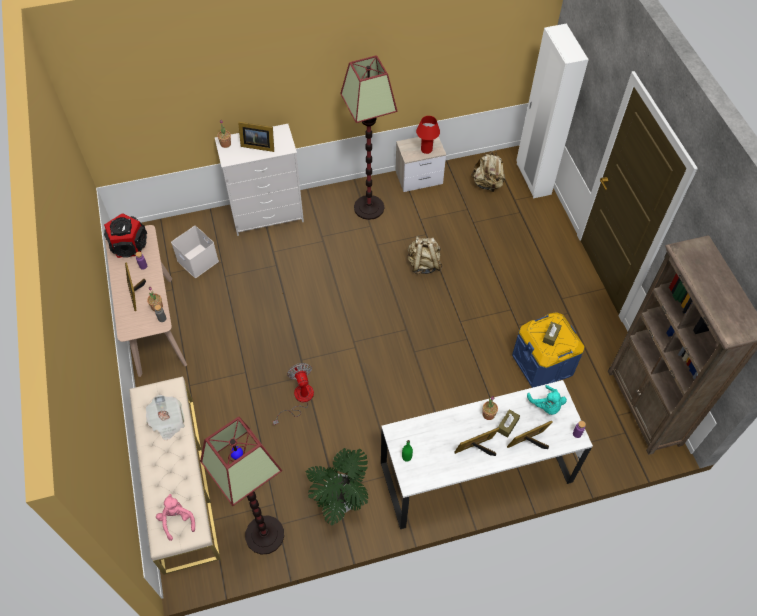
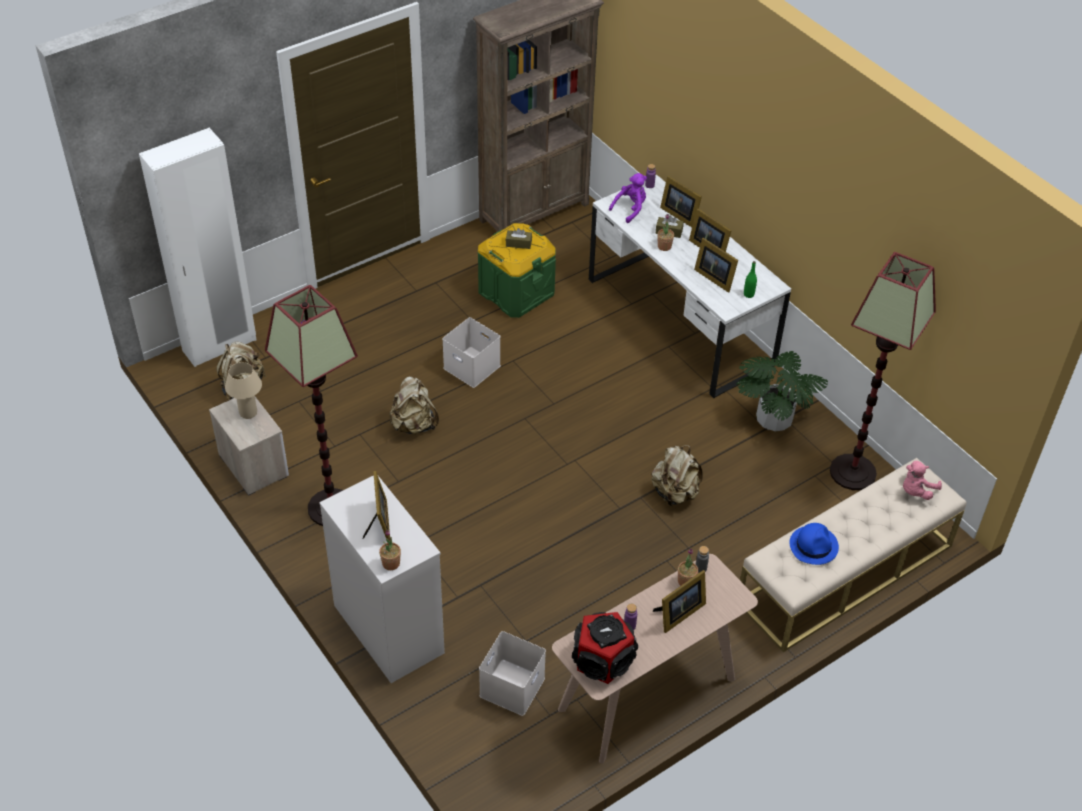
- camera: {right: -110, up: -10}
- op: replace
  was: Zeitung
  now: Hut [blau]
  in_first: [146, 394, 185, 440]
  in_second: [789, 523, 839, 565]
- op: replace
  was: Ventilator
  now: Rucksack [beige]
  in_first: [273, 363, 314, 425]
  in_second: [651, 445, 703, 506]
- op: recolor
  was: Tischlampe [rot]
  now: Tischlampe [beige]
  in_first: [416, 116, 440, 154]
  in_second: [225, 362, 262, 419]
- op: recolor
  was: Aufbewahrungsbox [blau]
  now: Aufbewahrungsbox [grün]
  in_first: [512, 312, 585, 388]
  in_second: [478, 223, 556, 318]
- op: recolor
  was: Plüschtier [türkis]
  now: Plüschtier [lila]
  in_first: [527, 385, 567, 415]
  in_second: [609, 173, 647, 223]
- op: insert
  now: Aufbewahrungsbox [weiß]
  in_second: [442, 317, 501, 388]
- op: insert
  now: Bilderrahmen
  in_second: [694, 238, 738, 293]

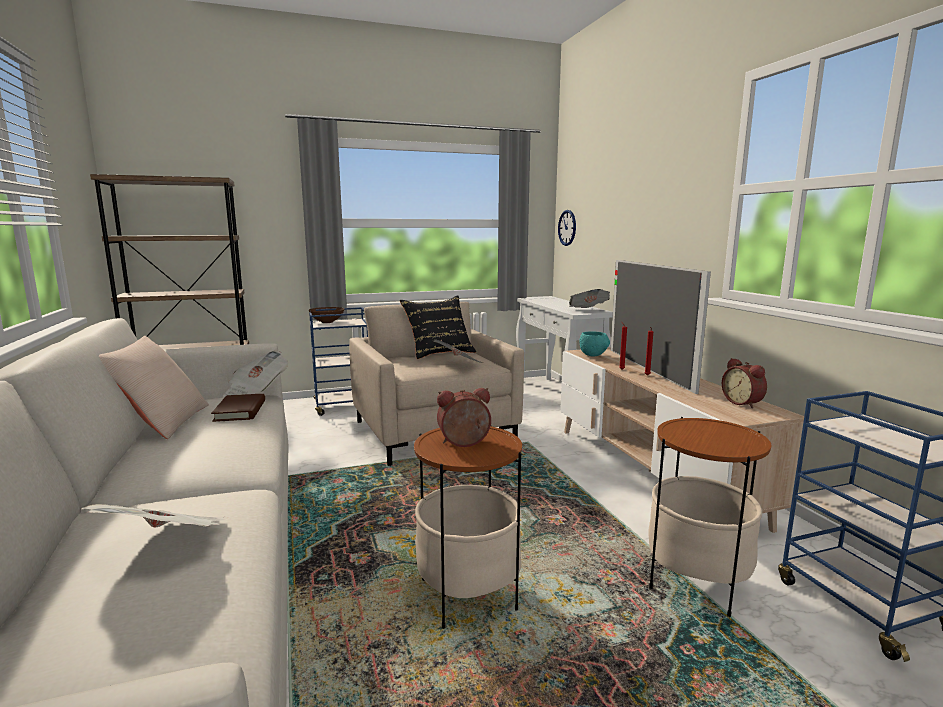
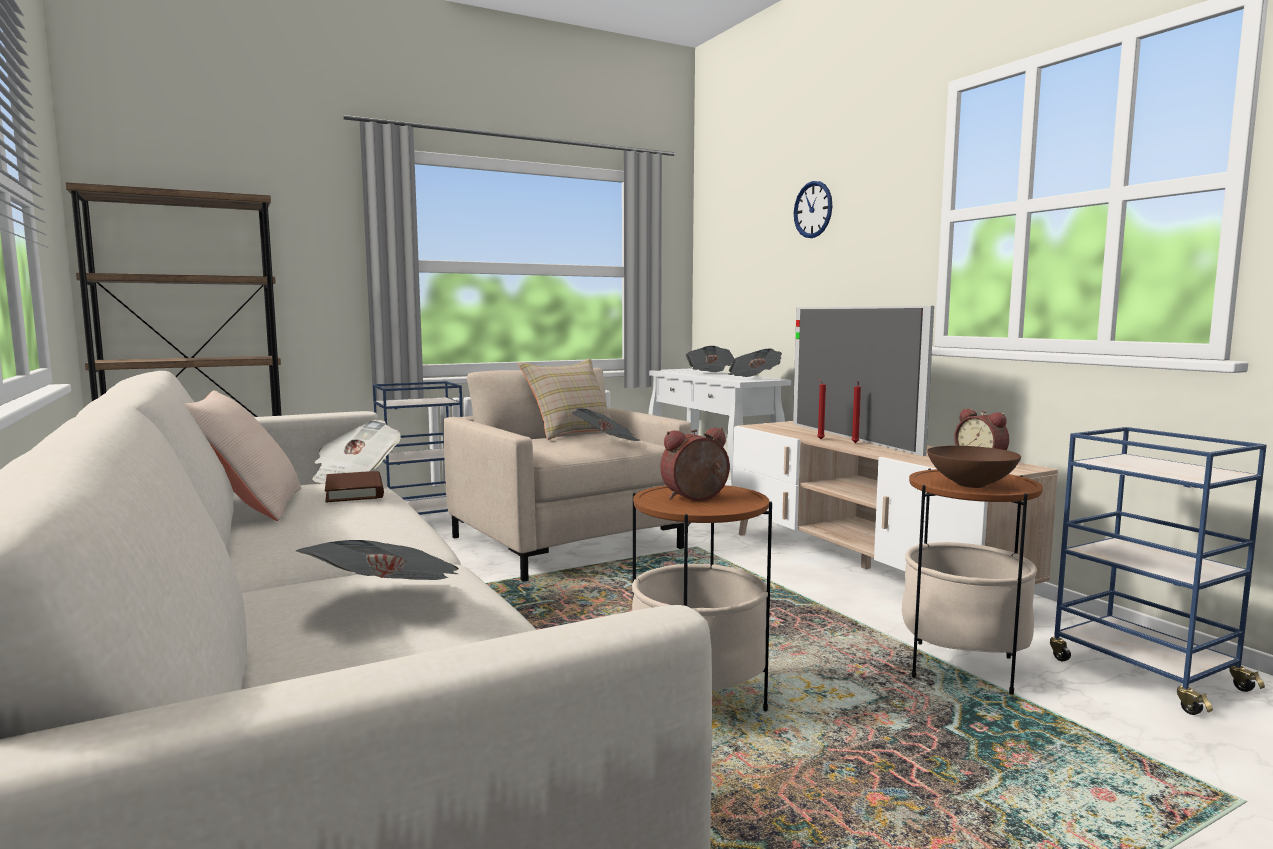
- camera: {right: -10, up: -5}
- op: move
  was: Schüssel [braun]
  in_first: [309, 307, 344, 323]
  in_second: [927, 446, 1021, 488]
- op: recolor
  was: Kissen [schwarz]
  now: Kissen [beige]
  in_first: [400, 295, 476, 359]
  in_second: [518, 358, 612, 440]
- op: move
  was: Wanduhr
  in_first: [558, 210, 576, 246]
  in_second: [794, 181, 833, 238]
- op: delete
  was: Schüssel [türkis]
  in_first: [580, 331, 610, 357]
- op: insert
  now: Zeitung
  in_second: [685, 346, 734, 372]

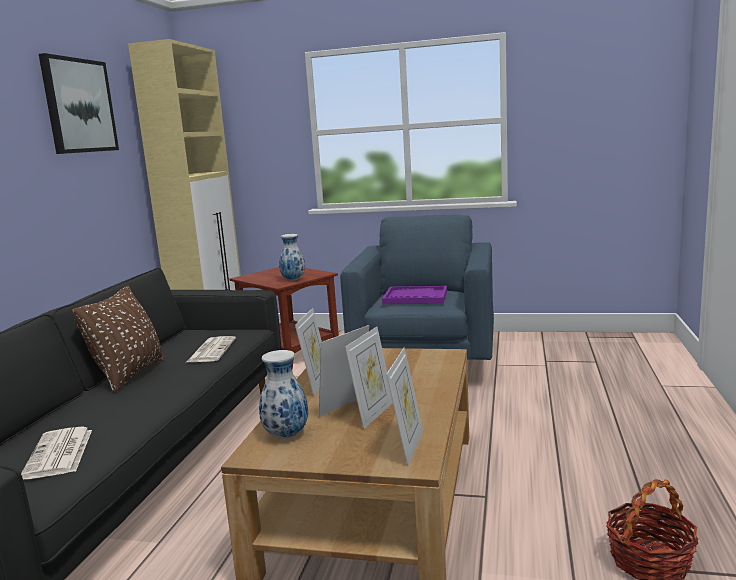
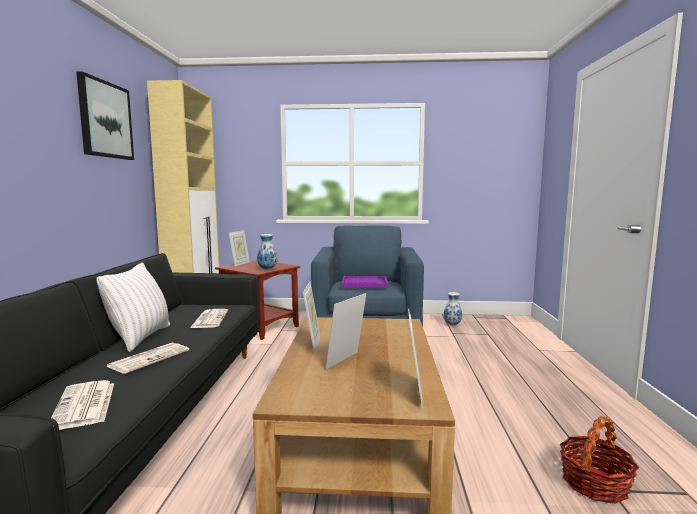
- camera: {right: -10, up: -5}
- op: recolor
  was: Kissen [braun]
  now: Kissen [weiß]
  in_first: [72, 286, 165, 393]
  in_second: [96, 263, 170, 352]
- op: move
  was: Vase
  in_first: [259, 350, 308, 439]
  in_second: [444, 292, 462, 326]
- op: move
  was: Bilderrahmen
  in_first: [345, 327, 393, 429]
  in_second: [229, 230, 250, 266]
- op: insert
  now: Zeitung
  in_second: [106, 343, 189, 374]

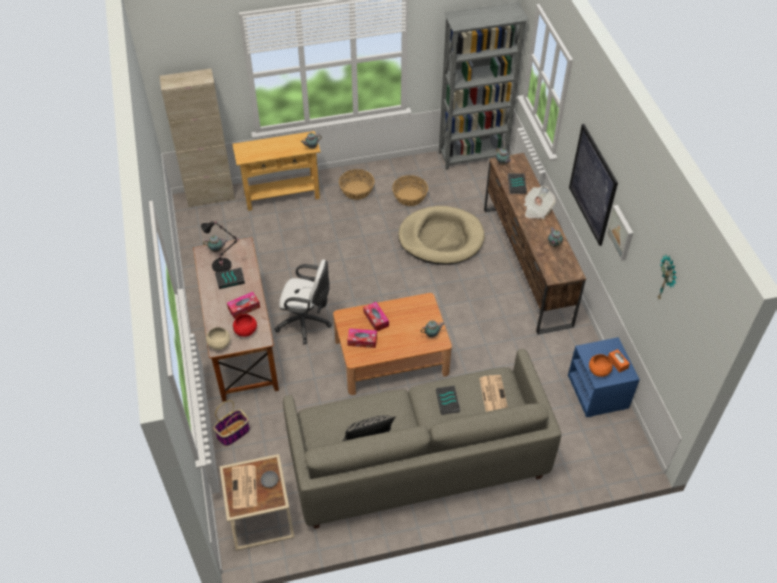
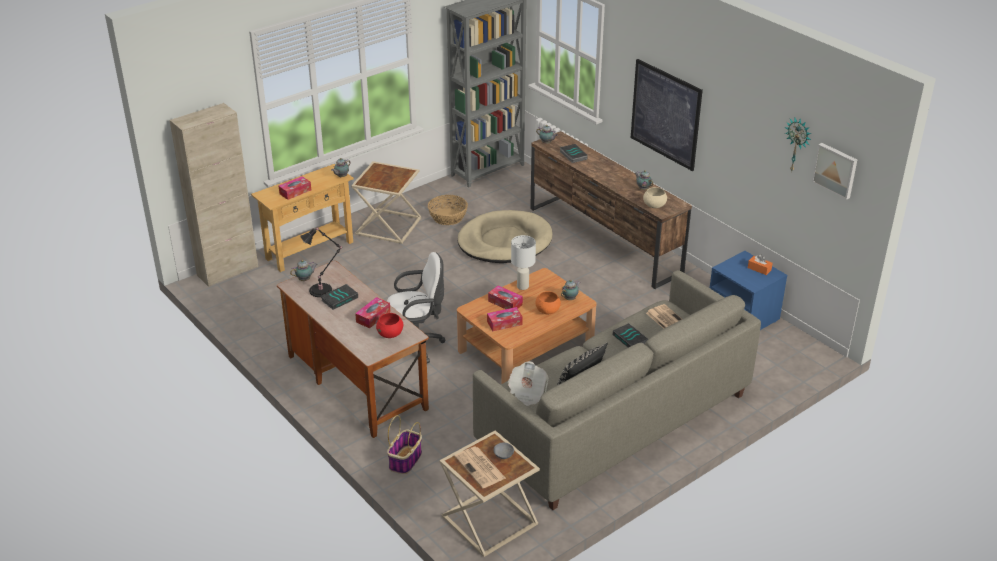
- camera: {right: -25, up: -15}
- op: move
  was: Schüssel [beige]
  in_first: [206, 327, 230, 350]
  in_second: [643, 187, 667, 208]
- op: replace
  was: Korb
  now: Beistelltisch [beige]
  in_first: [339, 169, 374, 200]
  in_second: [351, 161, 422, 244]
- op: move
  was: Zeitung
  in_first: [524, 186, 556, 219]
  in_second: [508, 362, 549, 406]
- op: move
  was: Schüssel [orange]
  in_first: [589, 354, 613, 377]
  in_second: [535, 291, 561, 314]
- op: move
  was: Bild
  in_first: [606, 205, 633, 261]
  in_second: [812, 143, 857, 200]
- op: insert
  now: Taschentuchbox
  in_second: [279, 176, 311, 200]
- op: insert
  now: Tischlampe [weiß]
  in_second: [511, 235, 536, 290]

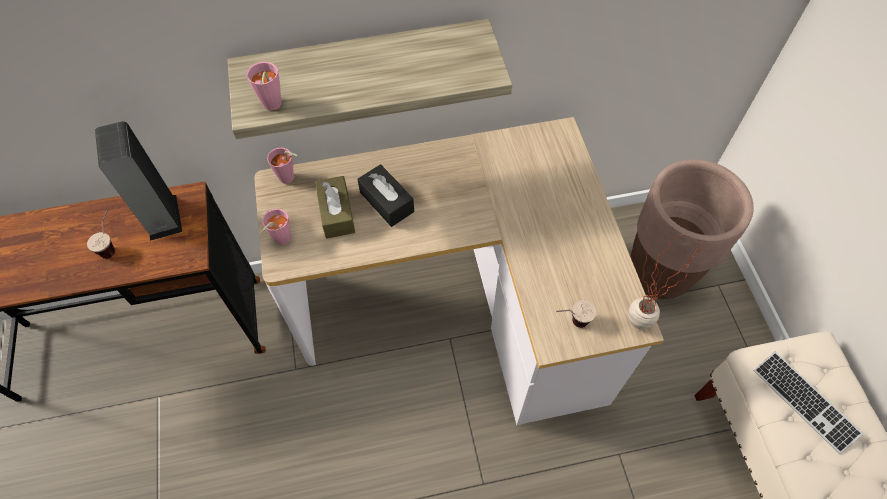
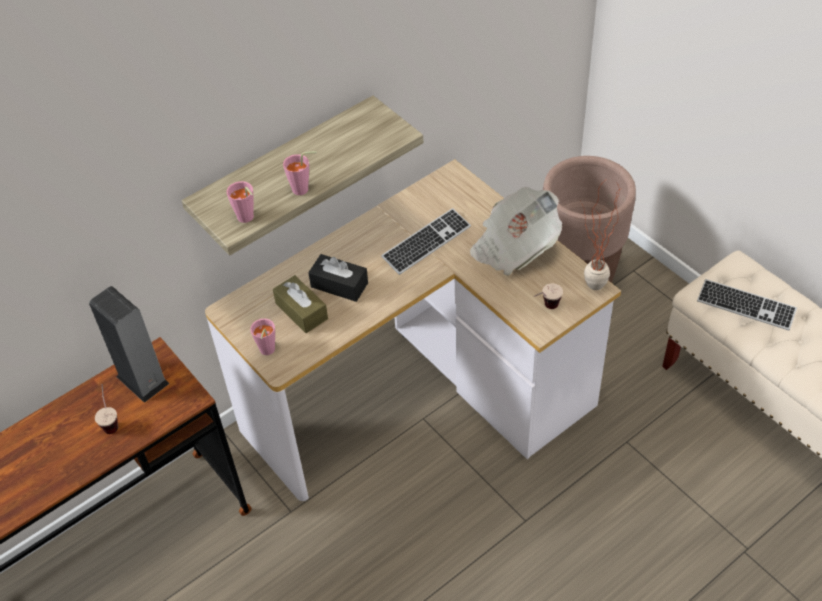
- camera: {right: -25, up: -10}
- op: move
  was: Tasse [rosa]
  in_first: [267, 147, 297, 184]
  in_second: [283, 151, 317, 195]
- op: insert
  now: Tastatur
  in_second: [381, 208, 471, 275]
- op: insert
  now: Zeitung
  in_second: [470, 186, 562, 276]

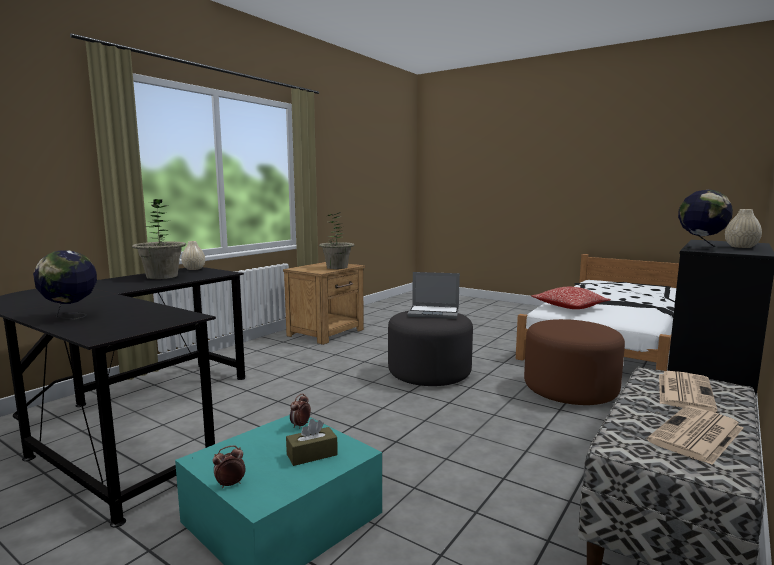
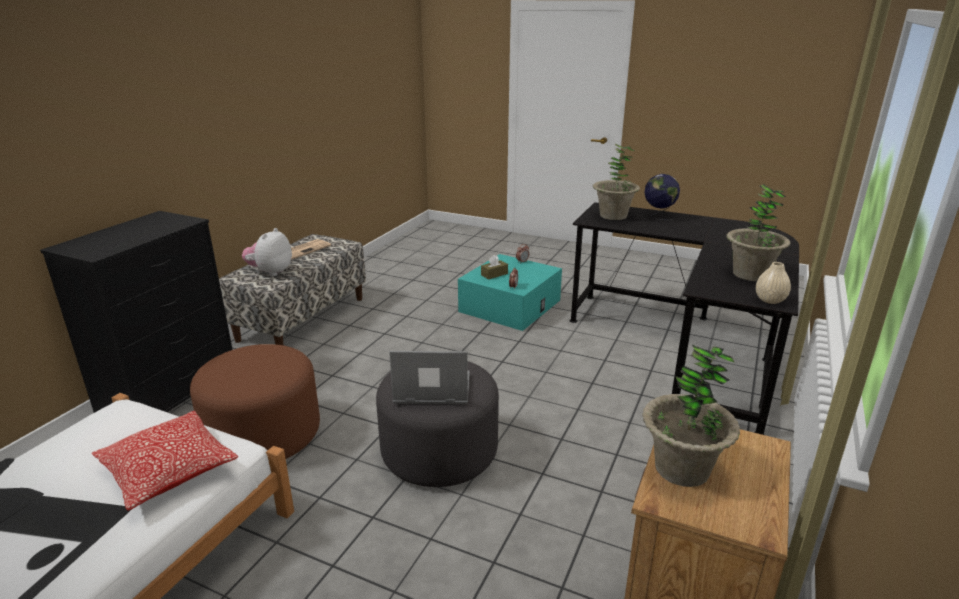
- camera: {right: 170, up: 15}
- op: replace
  was: Zeitung
  now: Plüschtier
  in_first: [659, 371, 718, 412]
  in_second: [242, 228, 292, 276]
- op: delete
  was: Globus
  in_first: [678, 190, 733, 250]
- op: delete
  was: Vase [beige]
  in_first: [725, 209, 762, 248]
- op: insert
  now: Topfpflanze
  in_second: [593, 144, 640, 220]

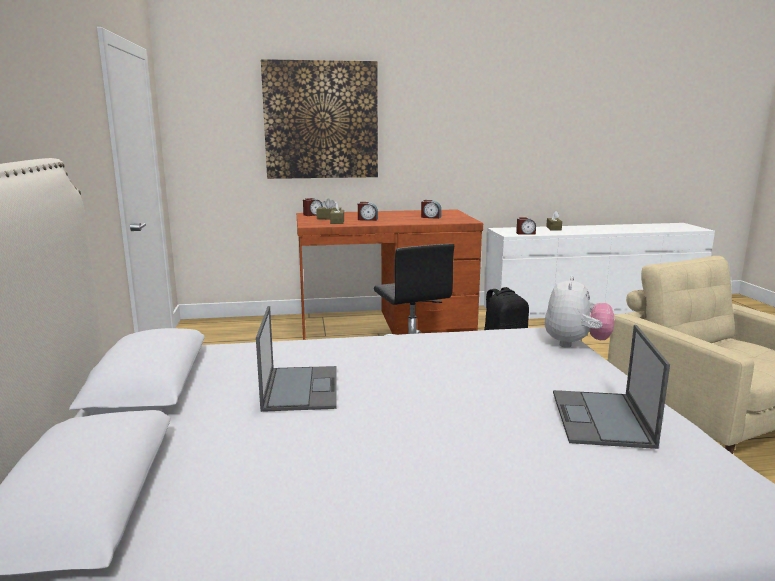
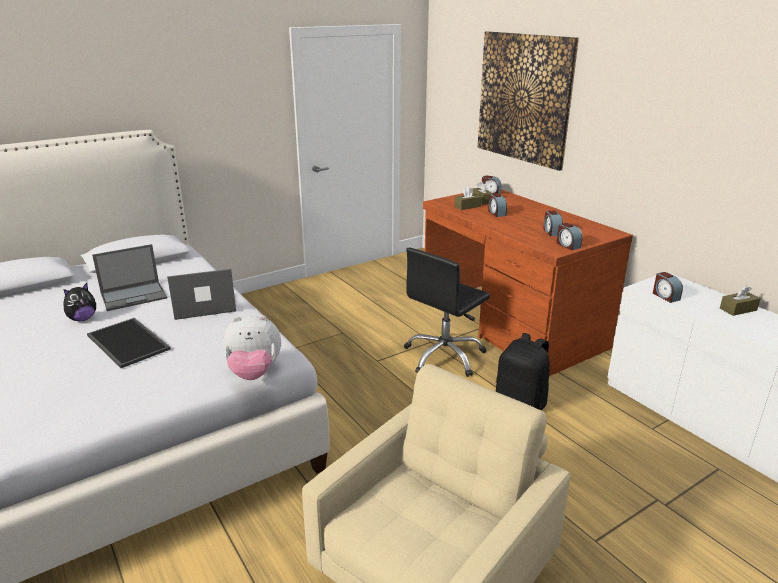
- camera: {right: 65, up: 10}
- op: move
  was: Laptop
  in_first: [553, 325, 670, 449]
  in_second: [167, 269, 236, 320]
- op: insert
  now: Plüschtier
  in_second: [63, 283, 96, 321]
- op: insert
  now: Tablett
  in_second: [87, 318, 171, 368]
- op: insert
  now: Wecker
  in_second: [557, 223, 582, 250]

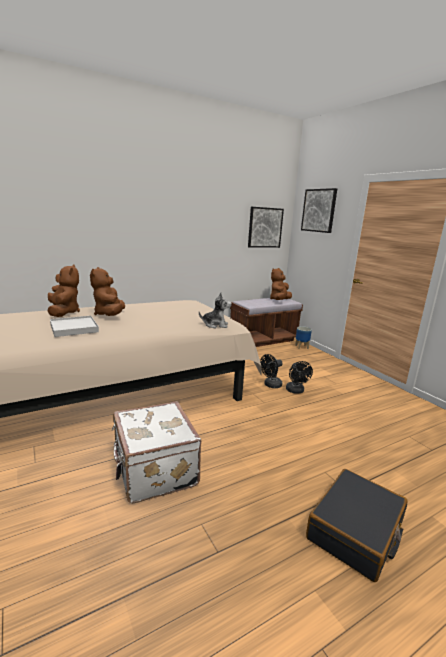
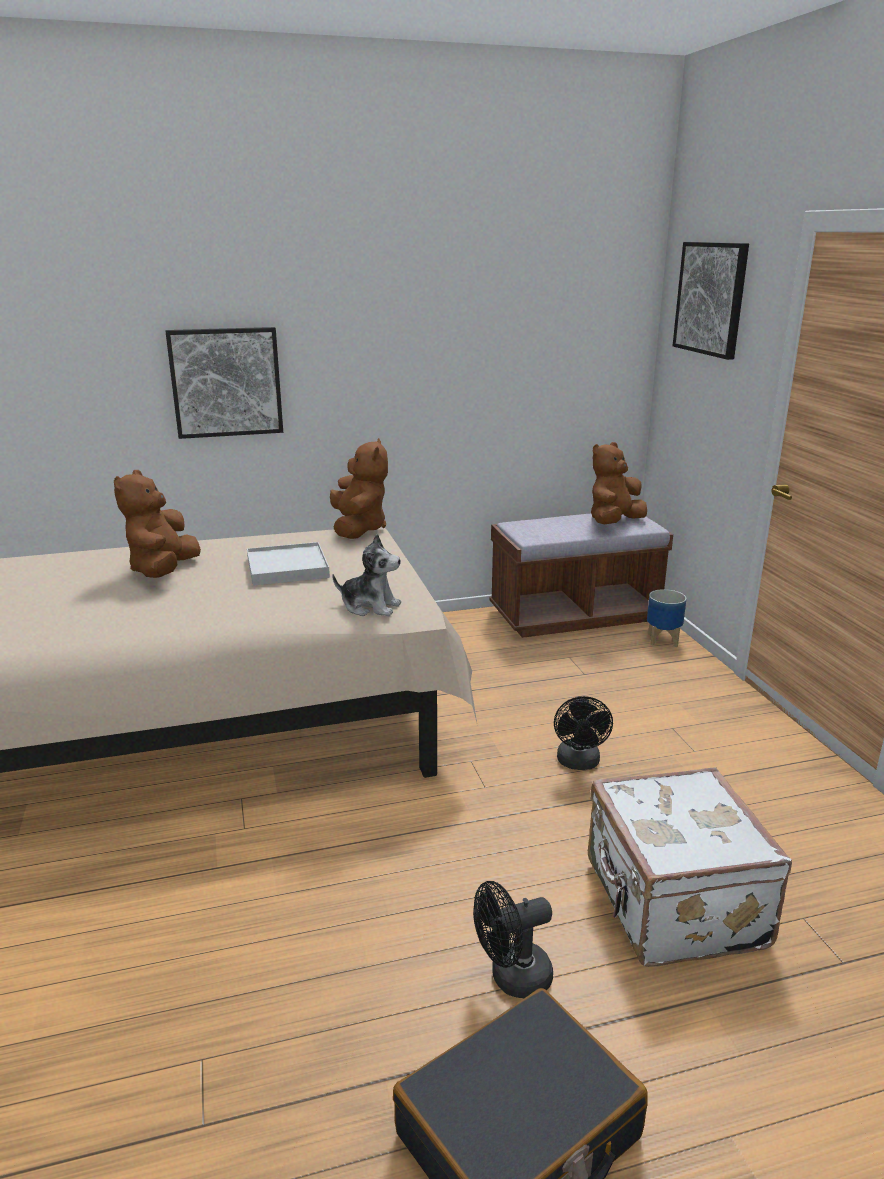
- camera: {right: 15, up: 5}
- op: move
  was: Plüschtier [braun]
  in_first: [48, 264, 80, 317]
  in_second: [330, 438, 388, 539]
- op: move
  was: Tablett [weiß]
  in_first: [50, 316, 99, 337]
  in_second: [247, 542, 330, 586]
- op: move
  was: Koffer [weiß]
  in_first: [112, 401, 201, 503]
  in_second: [588, 767, 792, 967]
- op: move
  was: Bild
  in_first: [248, 207, 284, 248]
  in_second: [165, 327, 283, 439]
- op: move
  was: Ventilator [schwarz]
  in_first: [260, 354, 283, 388]
  in_second: [473, 881, 553, 998]

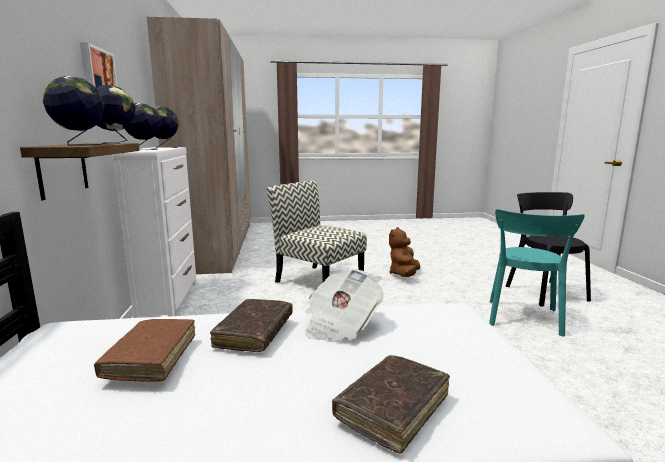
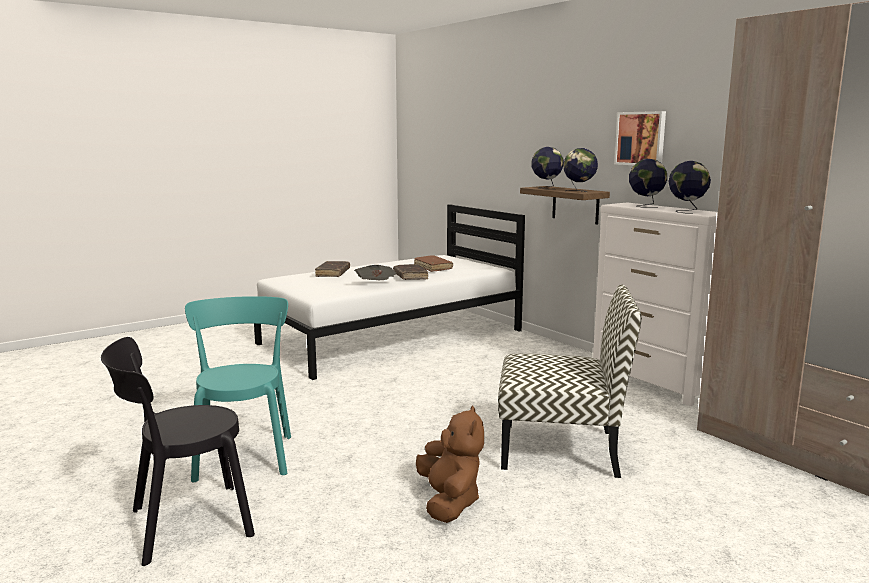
- camera: {right: 150, up: 0}
- op: rotate
  was: Stuhl [schwarz]
  in_first: [506, 192, 591, 307]
  in_second: [101, 337, 255, 566]
  clockwise: 105

